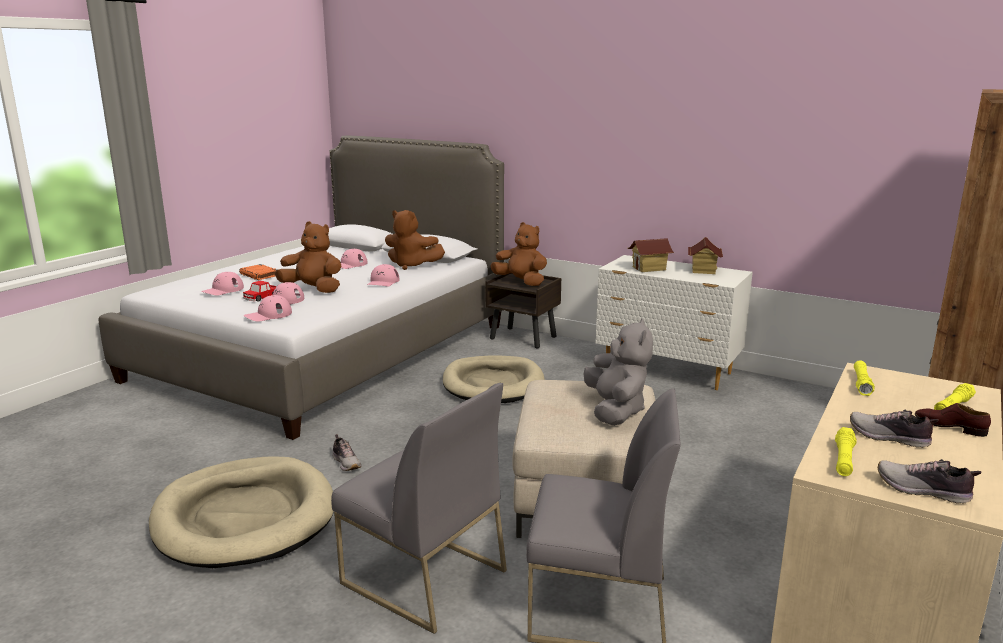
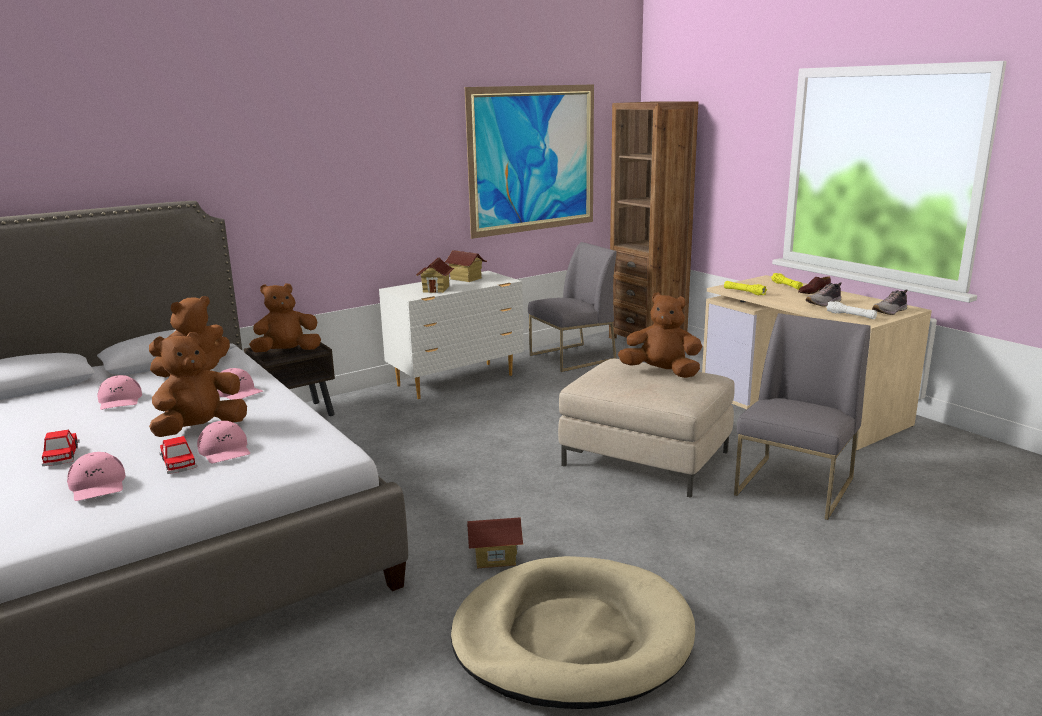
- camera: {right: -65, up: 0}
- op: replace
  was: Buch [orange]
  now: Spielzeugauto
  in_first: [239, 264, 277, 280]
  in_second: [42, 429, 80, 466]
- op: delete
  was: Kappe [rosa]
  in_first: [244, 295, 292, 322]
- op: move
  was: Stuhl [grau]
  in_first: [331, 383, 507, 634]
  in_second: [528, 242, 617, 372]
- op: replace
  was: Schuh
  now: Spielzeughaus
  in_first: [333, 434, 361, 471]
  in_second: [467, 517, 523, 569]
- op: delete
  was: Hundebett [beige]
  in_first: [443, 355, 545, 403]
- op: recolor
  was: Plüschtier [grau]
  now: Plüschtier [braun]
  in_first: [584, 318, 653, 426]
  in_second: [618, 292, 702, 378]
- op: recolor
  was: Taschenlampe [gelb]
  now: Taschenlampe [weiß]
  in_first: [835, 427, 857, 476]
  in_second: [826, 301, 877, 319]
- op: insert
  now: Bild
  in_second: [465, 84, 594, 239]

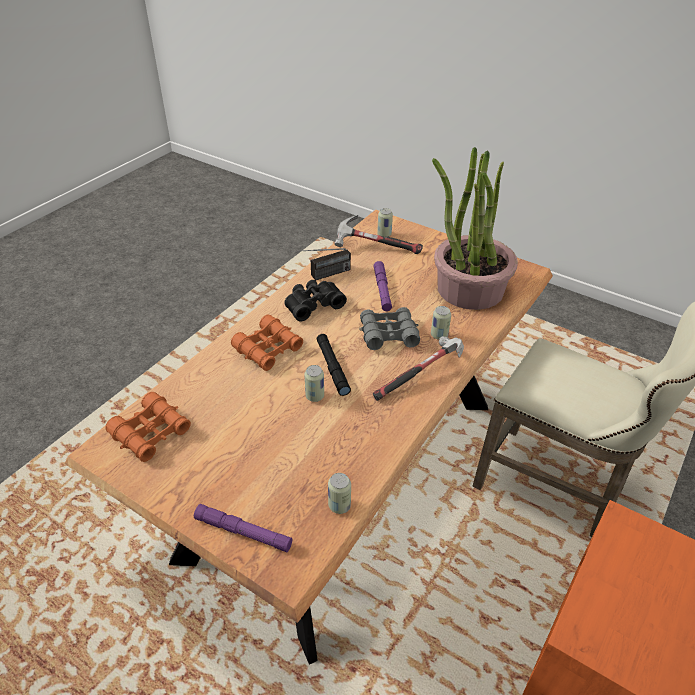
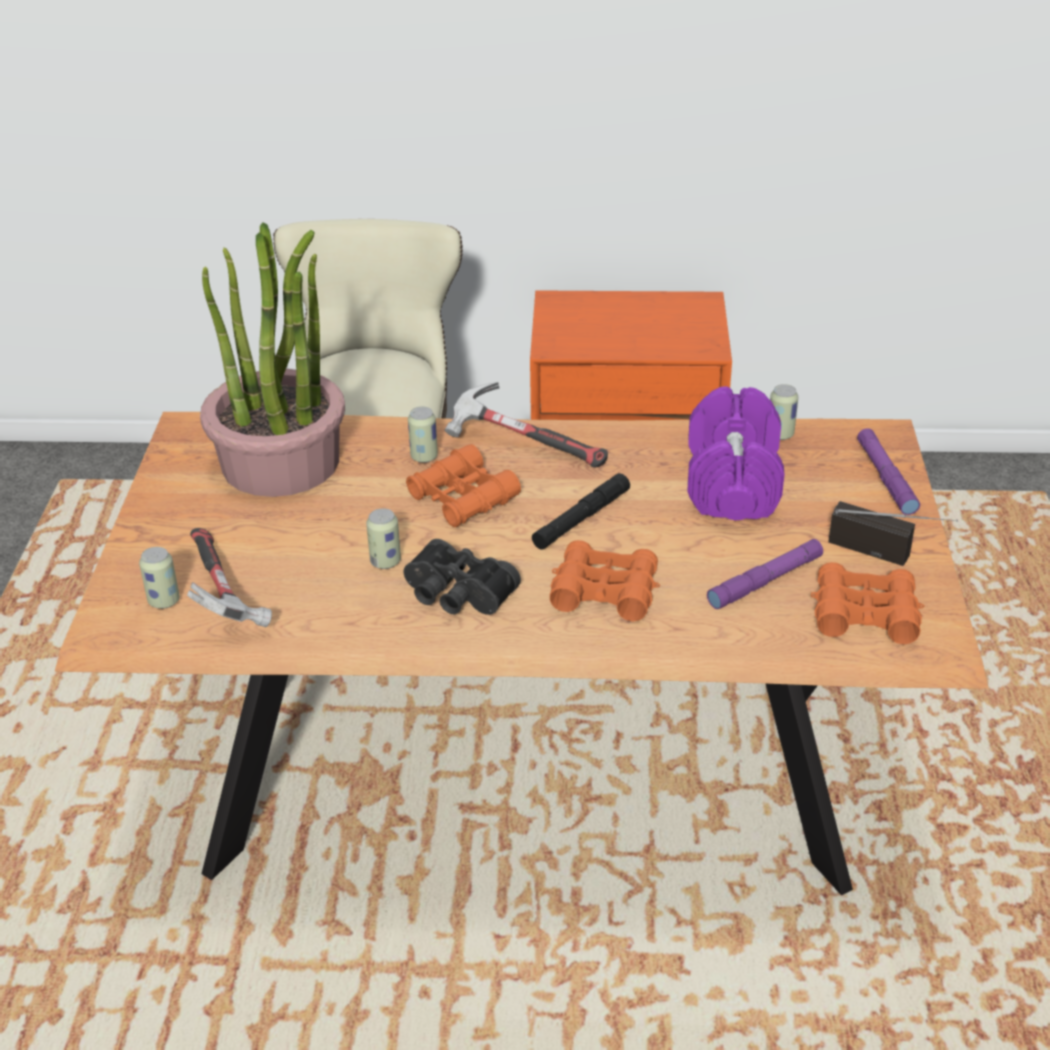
- camera: {right: -120, up: -5}
- op: move
  was: Radio
  in_first: [290, 248, 351, 281]
  in_second: [828, 501, 958, 566]
- op: move
  was: Dose
  in_first: [304, 365, 324, 402]
  in_second: [366, 508, 401, 569]
- op: recolor
  was: Fernglas [grau]
  now: Fernglas [orange]
  in_first: [359, 307, 420, 350]
  in_second: [406, 444, 521, 527]
- op: move
  was: Taschenlampe [lila]
  in_first: [374, 261, 392, 311]
  in_second: [707, 539, 823, 609]
- op: insert
  now: Hantel [lila]
  in_second: [688, 386, 785, 520]

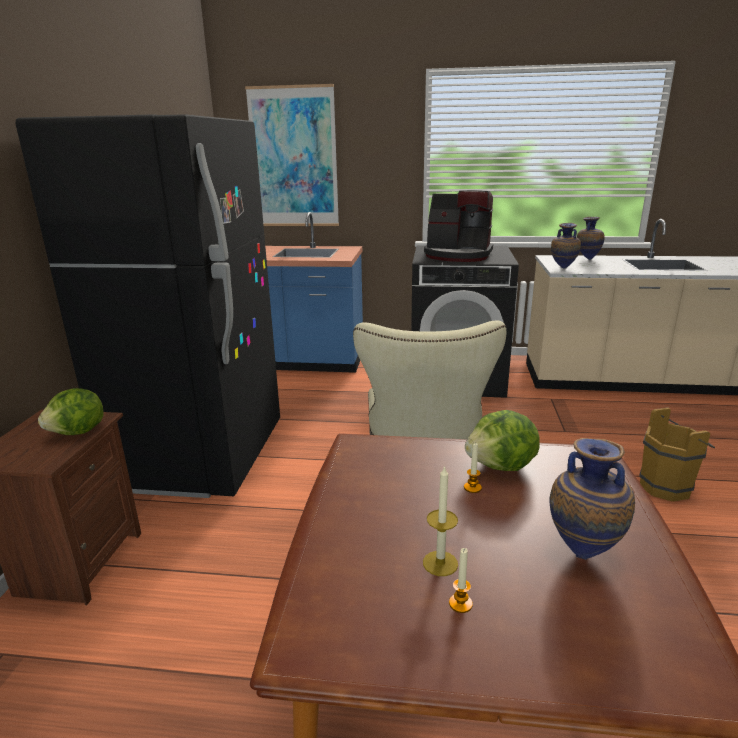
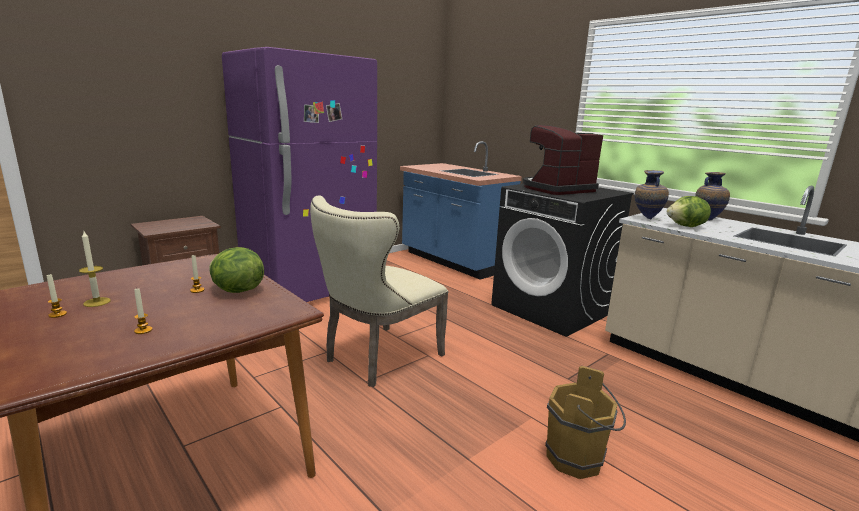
- camera: {right: 40, up: -5}
- op: recolor
  was: Kühlschrank [schwarz]
  now: Kühlschrank [lila]
  in_first: [16, 114, 280, 498]
  in_second: [222, 47, 377, 302]
- op: move
  was: Salatkopf
  in_first: [38, 388, 104, 435]
  in_second: [667, 196, 711, 227]
- op: delete
  was: Bild
  in_first: [245, 84, 339, 226]
- op: rotate
  was: Kaffeemaschine
  in_first: [424, 190, 493, 262]
  in_second: [523, 125, 603, 195]
  clockwise: 90
- op: replace
  was: Vase
  now: Kerze
  in_first: [549, 438, 635, 560]
  in_second: [134, 287, 152, 334]

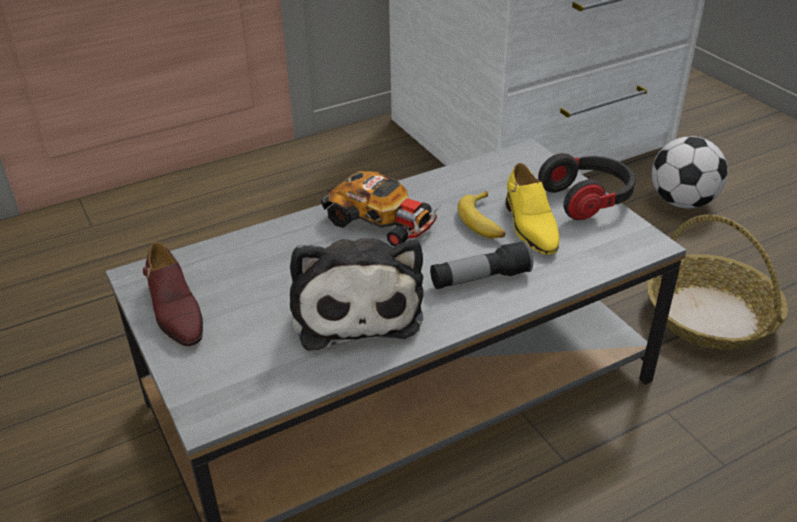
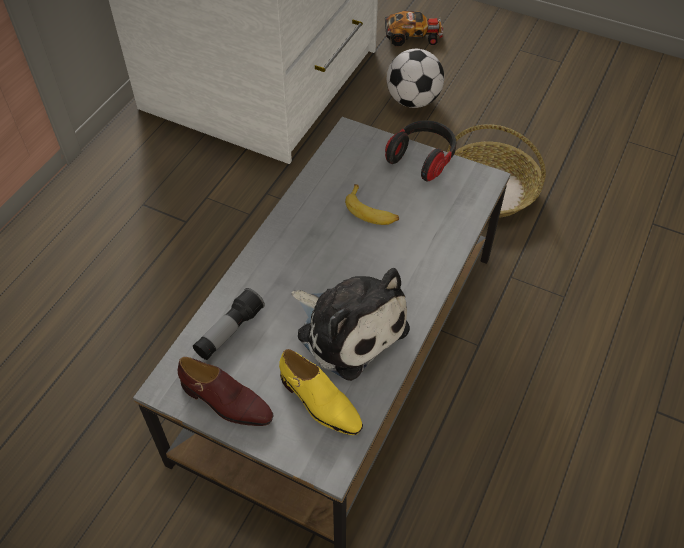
- camera: {right: -35, up: 15}
- op: move
  was: Spielzeugauto
  in_first: [321, 171, 440, 247]
  in_second: [385, 11, 443, 46]
- op: move
  was: Taschenlampe
  in_first: [430, 240, 533, 289]
  in_second: [193, 288, 265, 360]
- op: move
  was: Schuh [gelb]
  in_first: [506, 163, 559, 255]
  in_second: [279, 349, 363, 435]

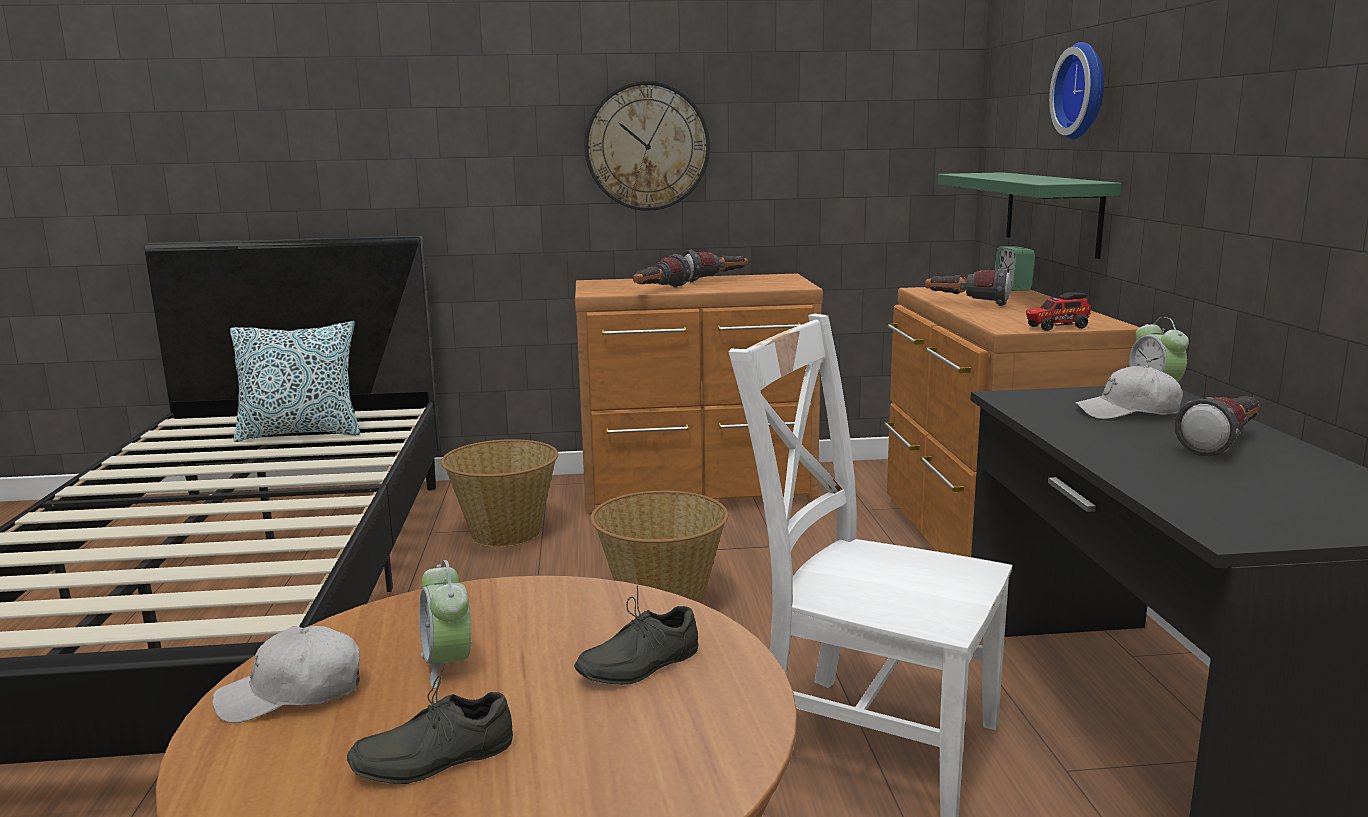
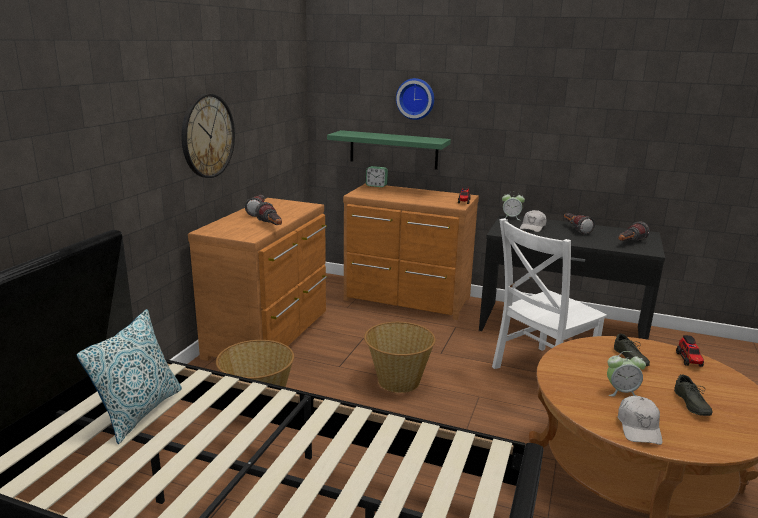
- camera: {right: -65, up: 5}
- op: move
  was: Taschenlampe
  in_first: [925, 267, 1011, 306]
  in_second: [618, 221, 650, 241]
- op: insert
  now: Spielzeuglaster
  in_second: [676, 335, 704, 367]

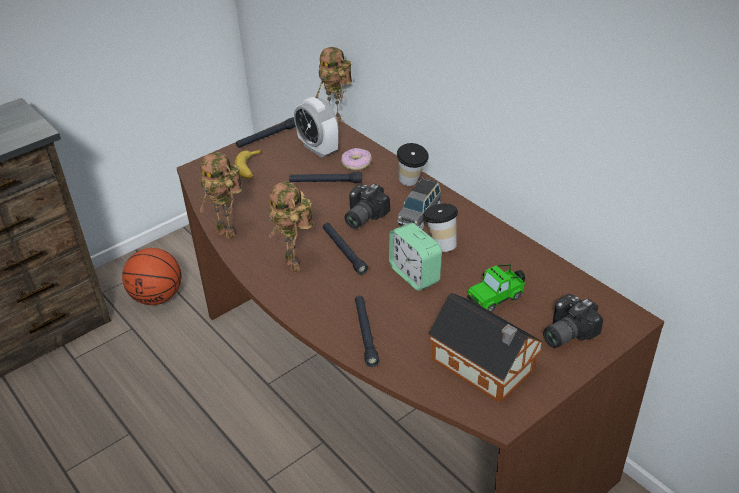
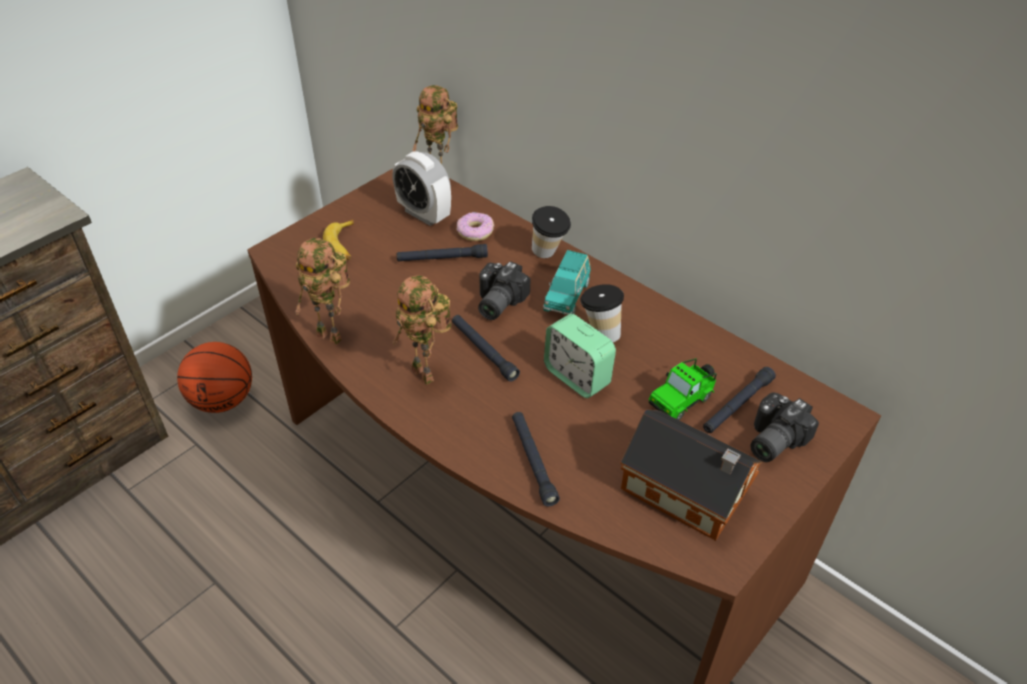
- camera: {right: -10, up: 5}
- op: move
  was: Taschenlampe [schwarz]
  in_first: [236, 117, 296, 148]
  in_second: [703, 367, 776, 433]
- op: recolor
  was: Spielzeugauto [grau]
  now: Spielzeugauto [türkis]
  in_first: [397, 178, 441, 230]
  in_second: [543, 250, 590, 315]

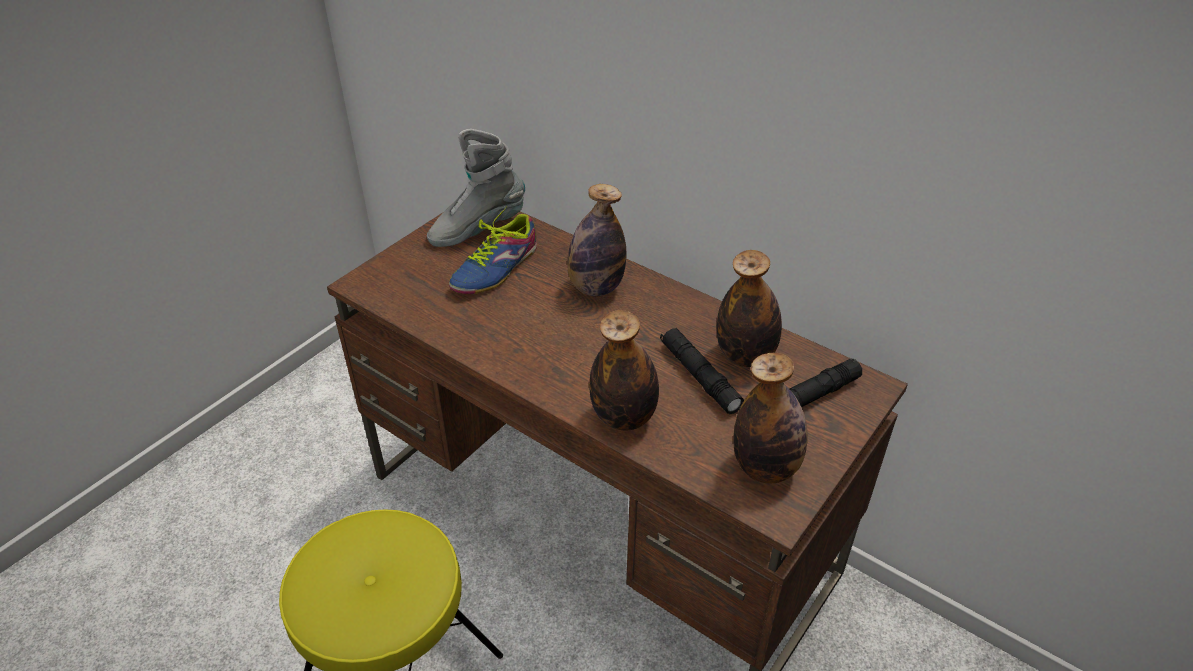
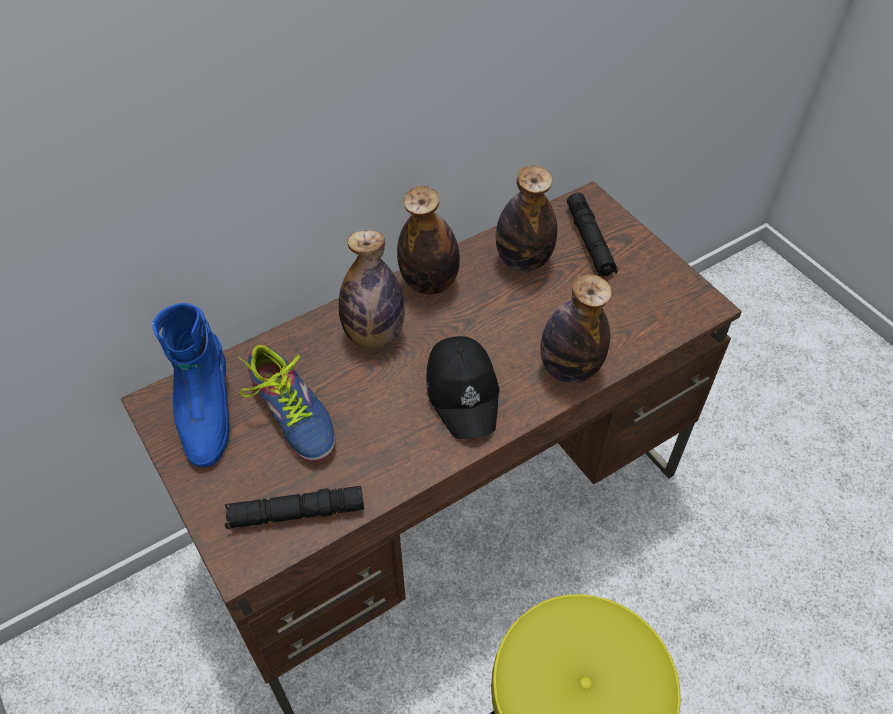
- camera: {right: -70, up: 10}
- op: recolor
  was: Stiefel [grau]
  now: Stiefel [blau]
  in_first: [427, 129, 525, 247]
  in_second: [152, 303, 229, 468]
- op: move
  was: Taschenlampe [schwarz]
  in_first: [660, 328, 744, 414]
  in_second: [225, 486, 364, 529]
- op: move
  was: Flasche
  in_first: [733, 353, 807, 483]
  in_second: [397, 186, 460, 294]
- op: insert
  now: Kappe [schwarz]
  in_second: [427, 336, 500, 439]

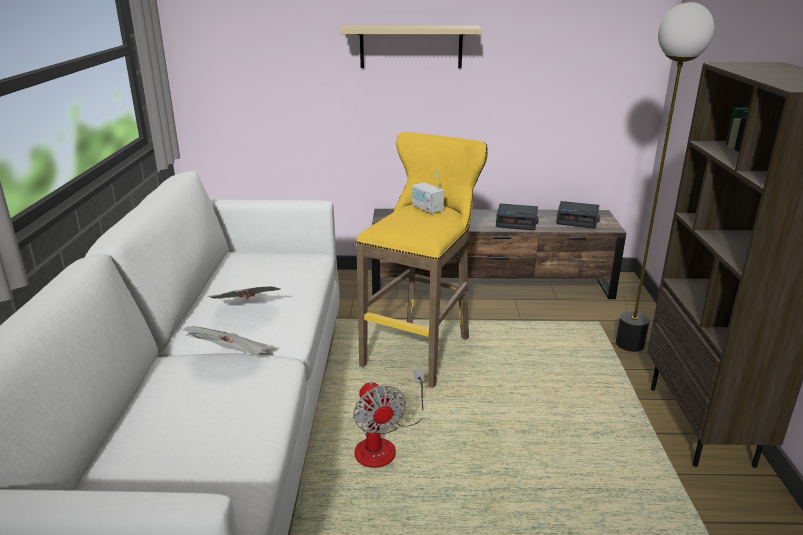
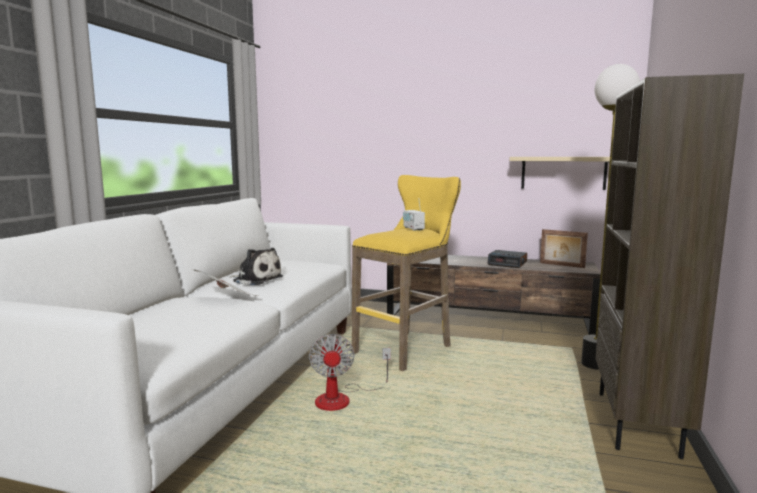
- camera: {right: 15, up: -15}
- op: replace
  was: Zeitung
  now: Plüschtier
  in_first: [207, 287, 281, 300]
  in_second: [230, 248, 283, 285]
- op: move
  was: Wandregal [beige]
  in_first: [340, 25, 482, 68]
  in_second: [509, 157, 610, 190]
- op: replace
  was: Wecker
  now: Bilderrahmen
  in_first: [556, 201, 600, 228]
  in_second: [540, 229, 588, 268]

